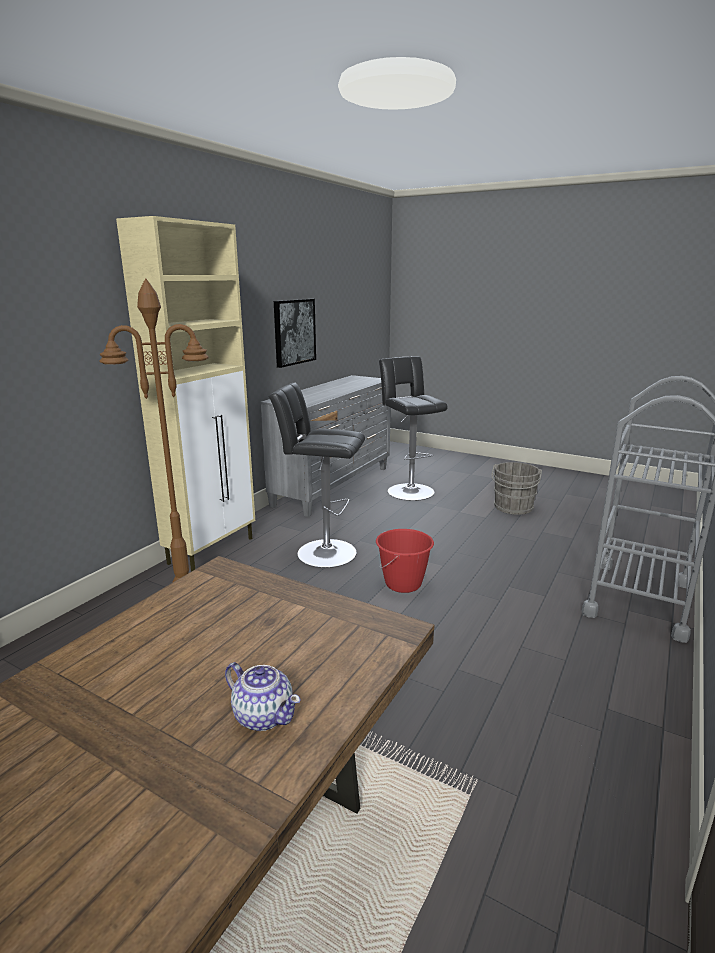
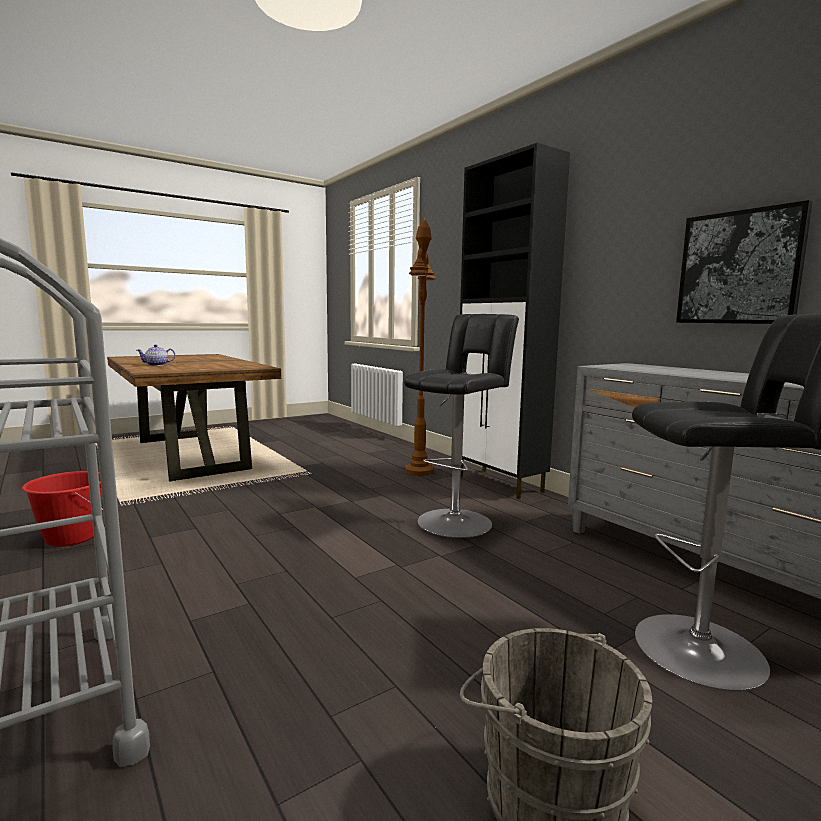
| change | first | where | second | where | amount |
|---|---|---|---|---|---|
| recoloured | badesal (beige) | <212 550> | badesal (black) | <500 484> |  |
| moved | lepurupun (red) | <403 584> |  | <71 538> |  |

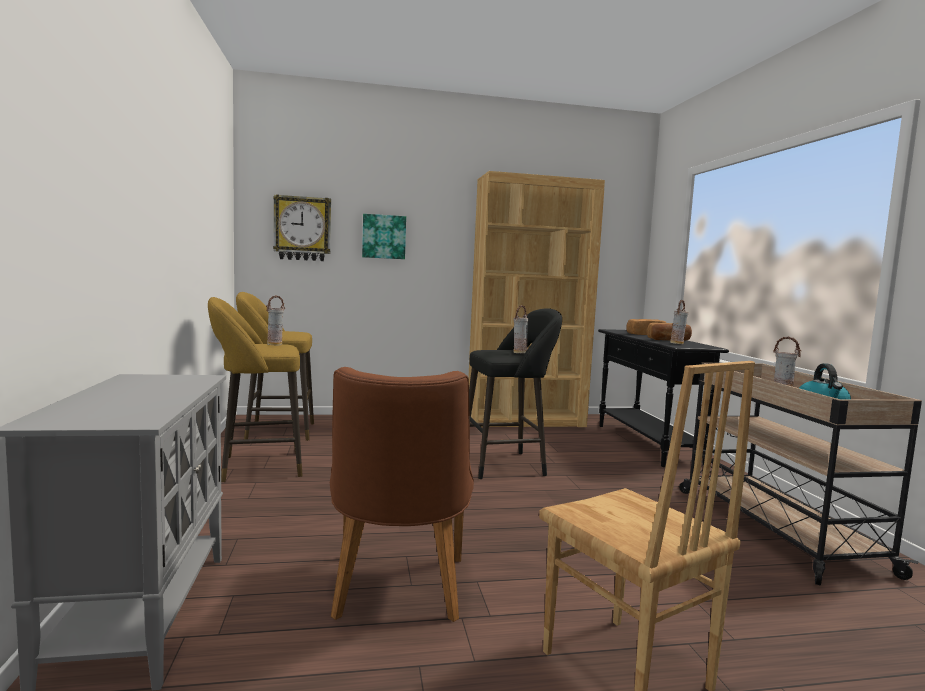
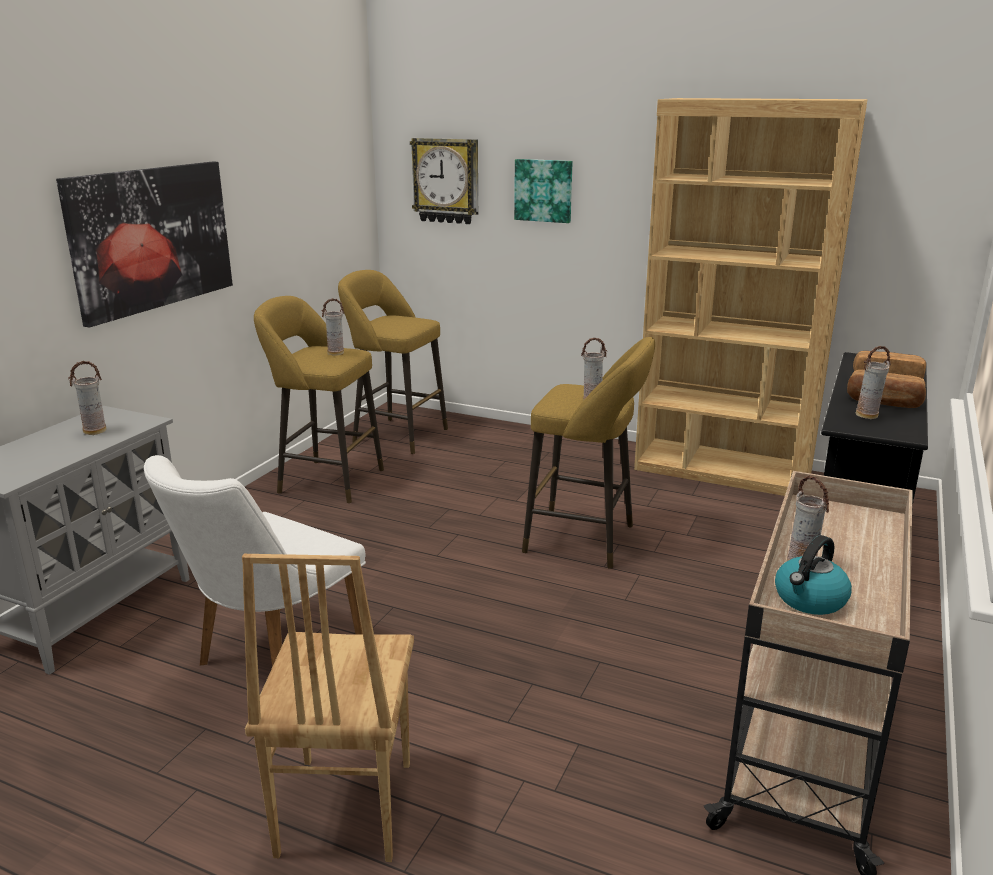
| change | first | where | second | where | amount |
|---|---|---|---|---|---|
| recoloured | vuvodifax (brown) | <397 594> | vuvodifax (white) | <269 660> |  |
| recoloured | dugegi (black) | <507 465> | dugegi (yellow) | <586 540> |  |
| added |  |  | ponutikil | <152 238> |  |
| added |  |  | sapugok | <95 431> |  |

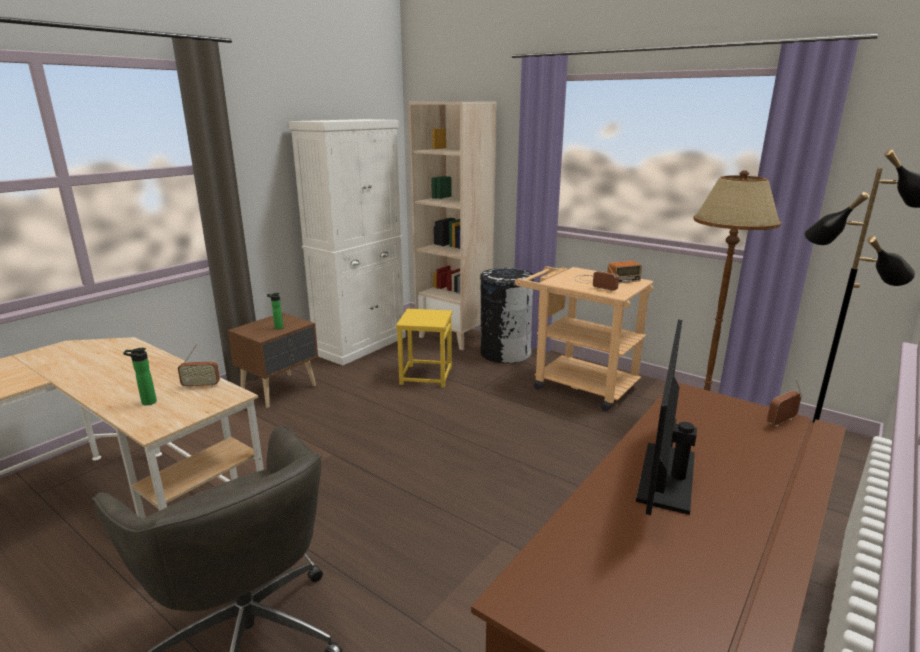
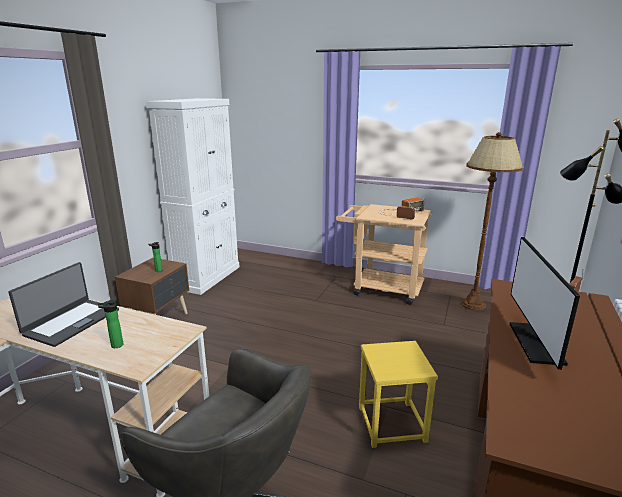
| change | first | where | second | where | amount |
|---|---|---|---|---|---|
| removed | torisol | <201 386> |  |  |  |
| moved | dugegi (yellow) | <425 375> |  | <391 423> |  |
| removed | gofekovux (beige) | <454 336> |  |  |  |
| removed | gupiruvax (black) | <505 353> |  |  |  |
| added |  |  | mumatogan | <71 322> |  |

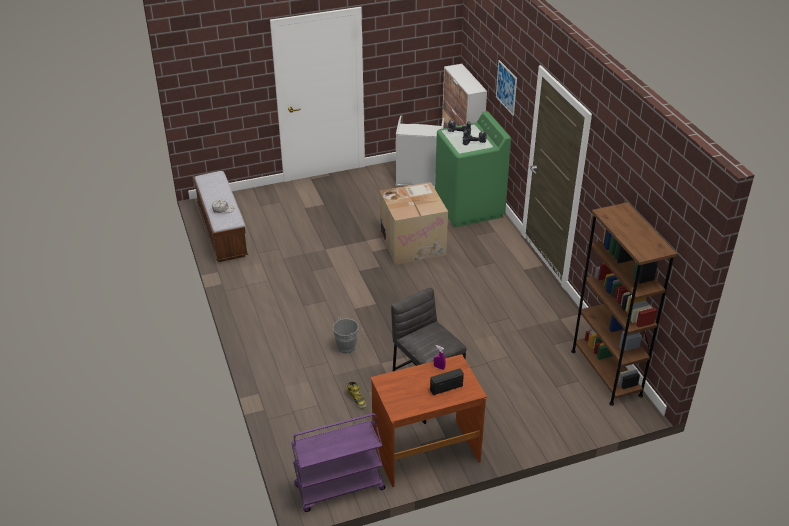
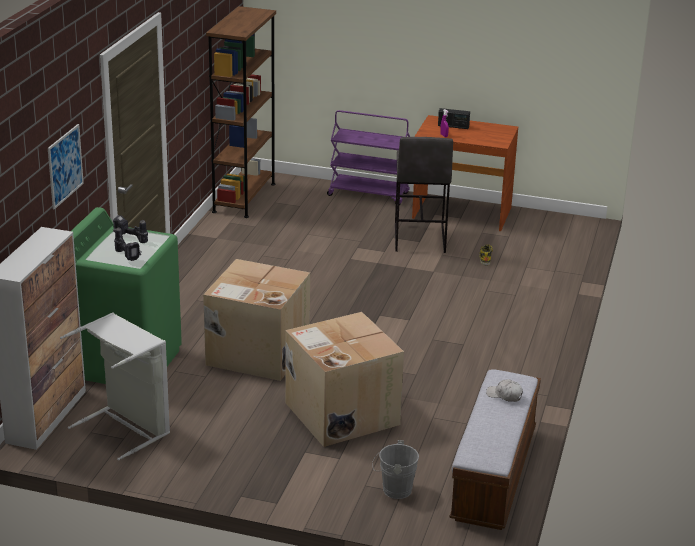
| change | first | where | second | where | amount |
|---|---|---|---|---|---|
| moved | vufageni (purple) | <339 488> |  | <369 194> |  |
| moved | lepurupun (grey) | <348 346> |  | <393 489> |  |
| added |  |  | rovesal | <340 413> |  |

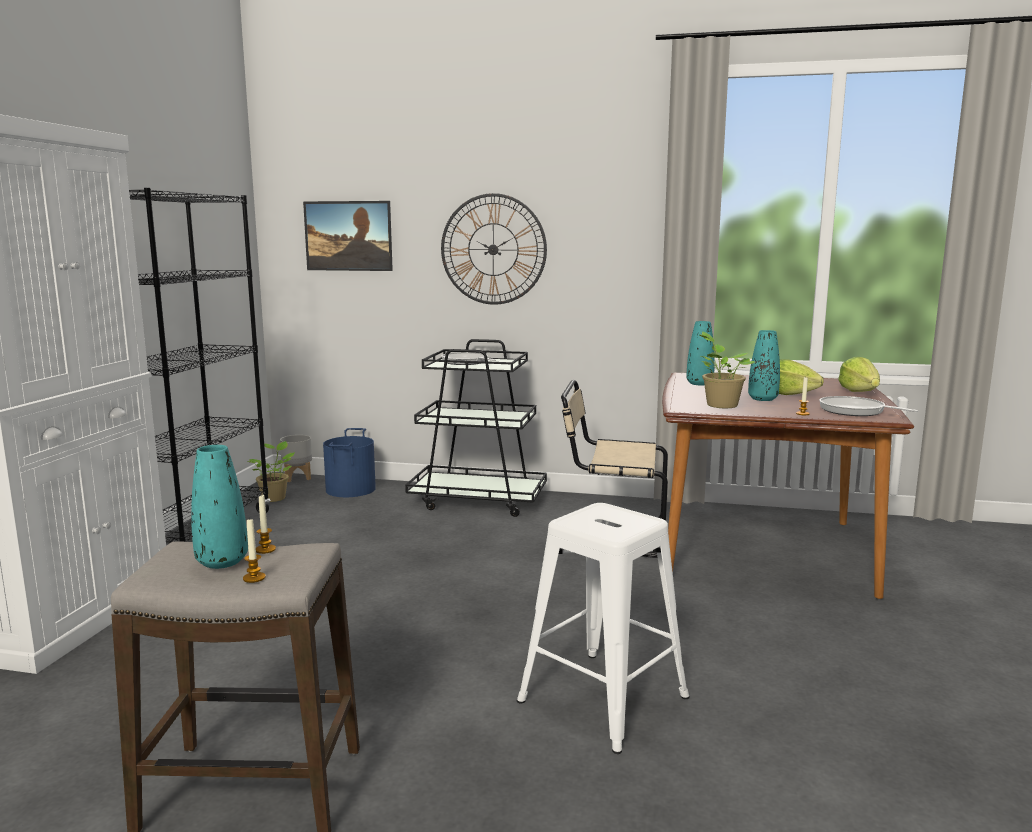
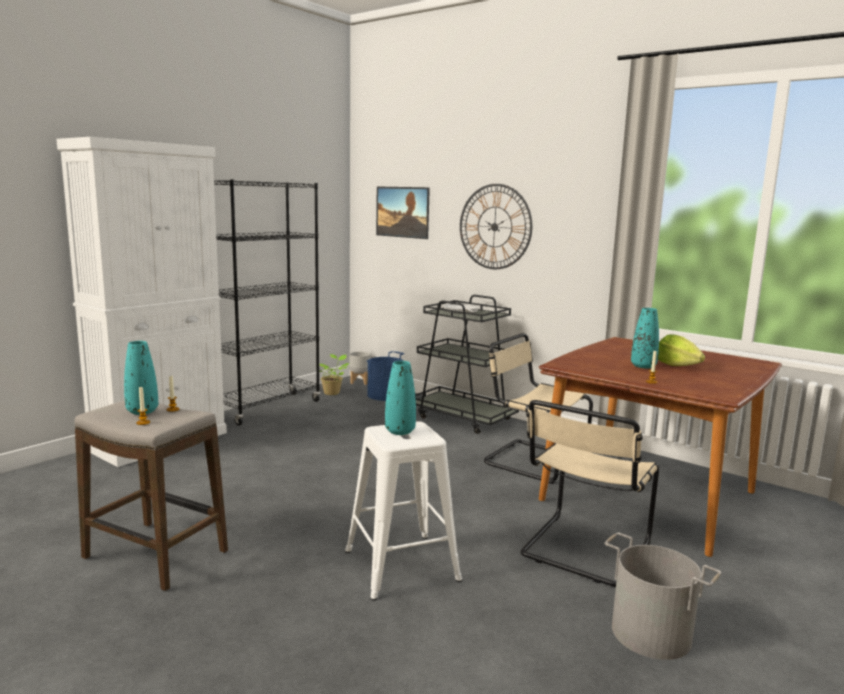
| change | first | where | second | where | amount |
|---|---|---|---|---|---|
| moved | sapugok (turquoise) | <699 383> |  | <400 431> |  |
| removed | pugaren | <720 405> |  |  |  |
| removed | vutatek | <855 411> |  |  |  |
| removed | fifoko | <859 392> |  |  |  |
| added |  |  | vuvodifax (beige) | <583 551> |  |
| added |  |  | lepurupun (grey) | <650 634> |  |

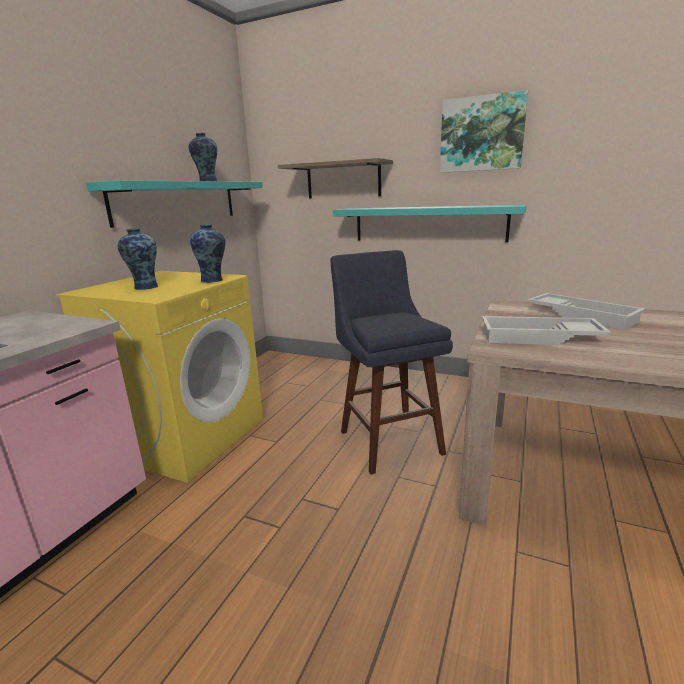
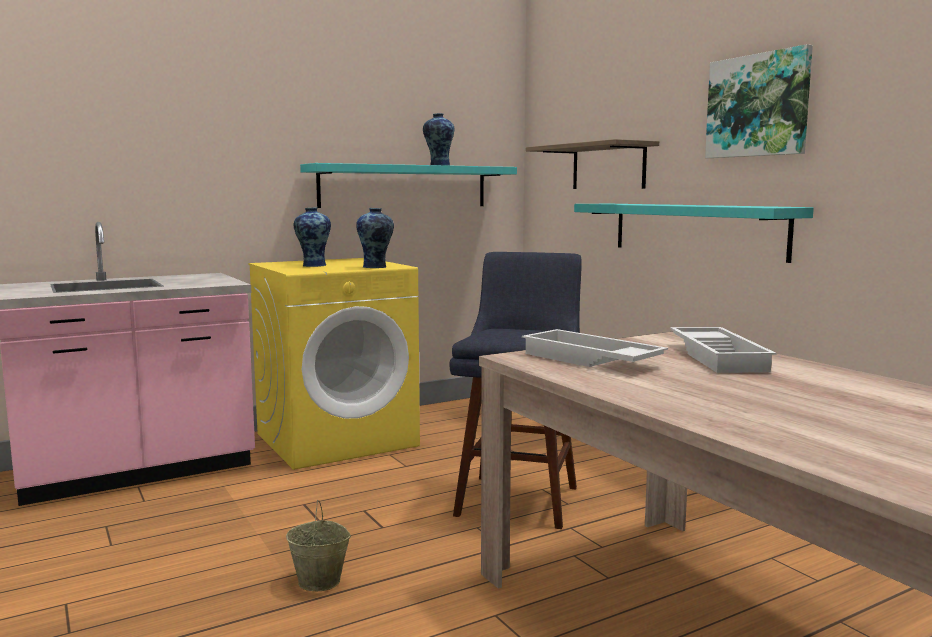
| change | first | where | second | where | amount |
|---|---|---|---|---|---|
| added |  |  | lepurupun (beige) | <320 581> |  |

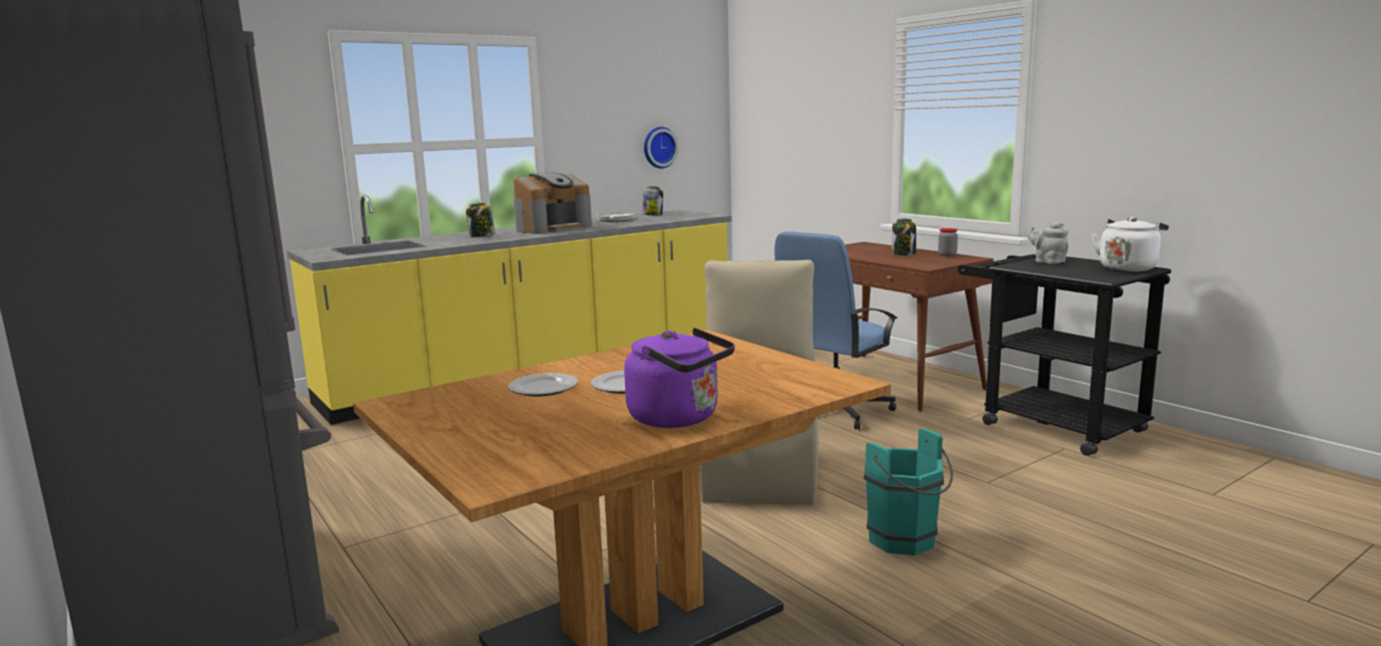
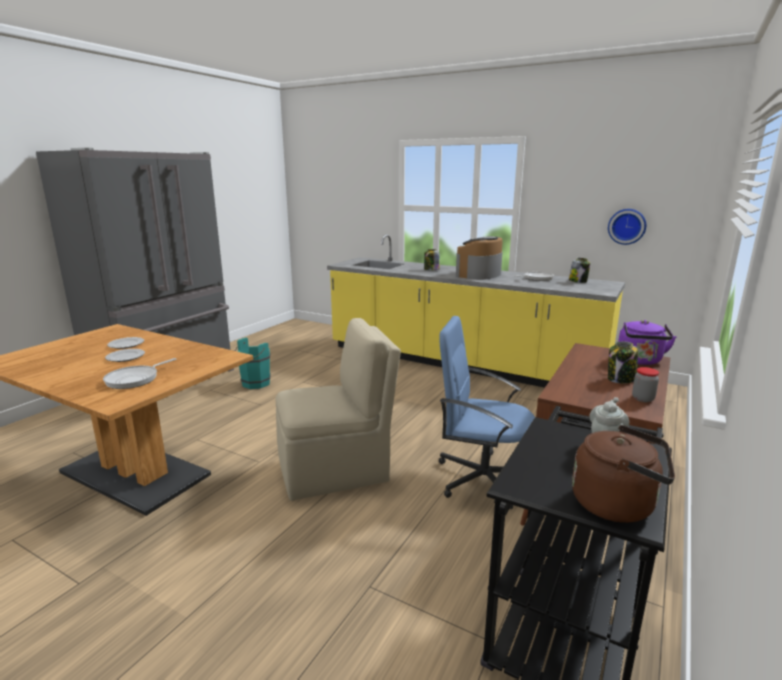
| change | first | where | second | where | amount |
|---|---|---|---|---|---|
| turned | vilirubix | <553 228> |  | <479 274> | 105 degrees clockwise |
| moved | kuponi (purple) | <679 418> |  | <640 361> |  |
| moved | lepurupun (turquoise) | <905 541> |  | <254 384> |  |
| recoloured | kuponi (white) | <1128 268> | kuponi (brown) | <617 504> |  |
| added |  |  | vutatek | <135 379> |  |

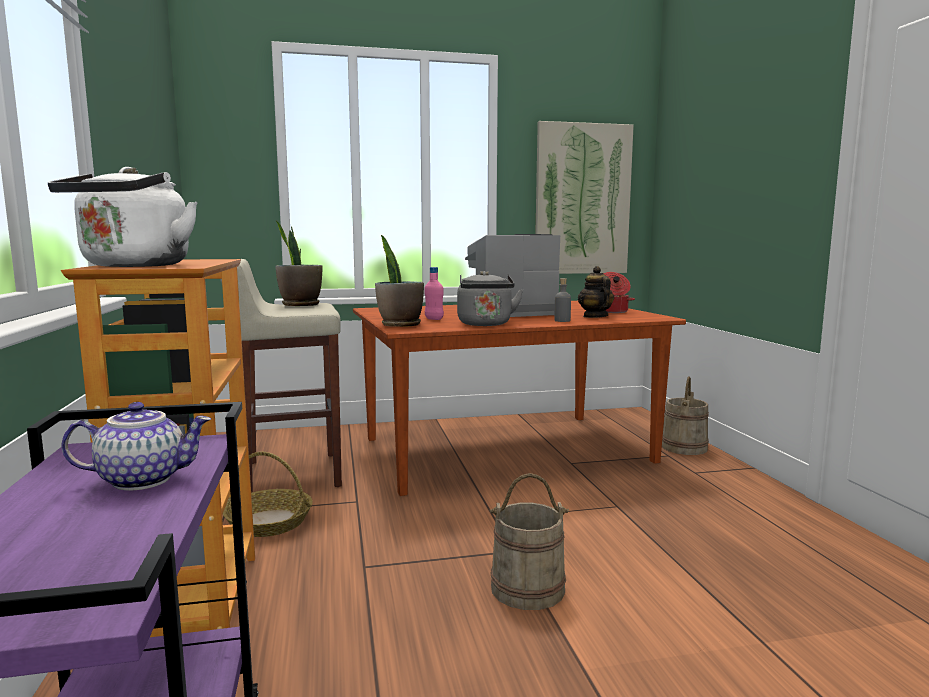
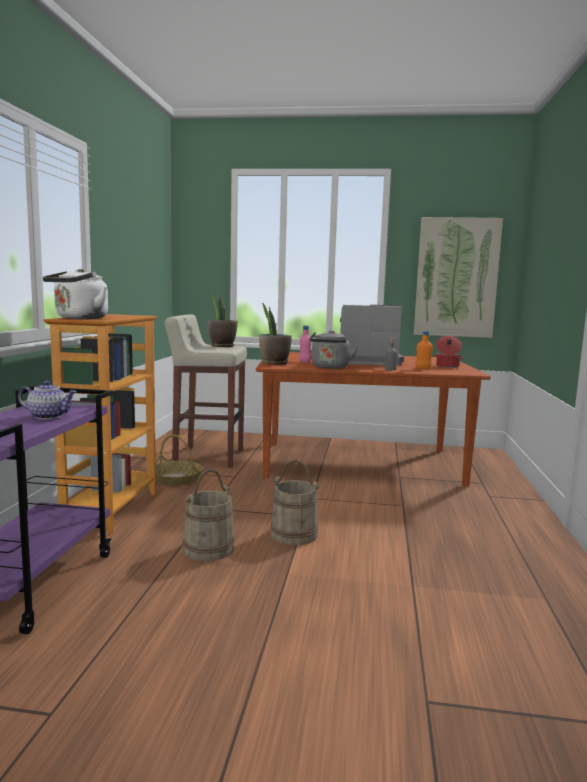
| change | first | where | second | where | amount |
|---|---|---|---|---|---|
| replaced | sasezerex | <595 316> | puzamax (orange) | <423 368> |  |
| moved | lepurupun (beige) | <683 447> |  | <208 549> |  |

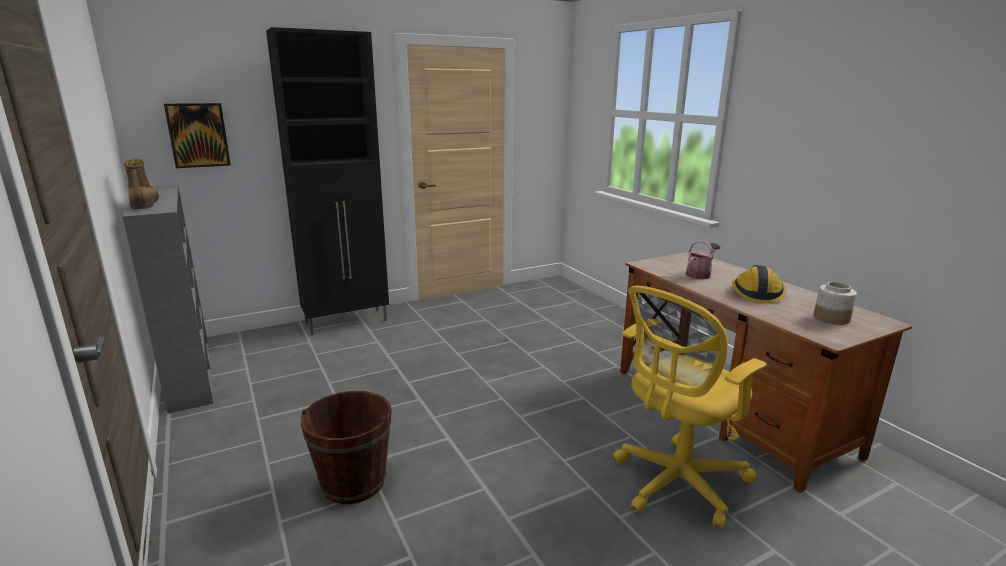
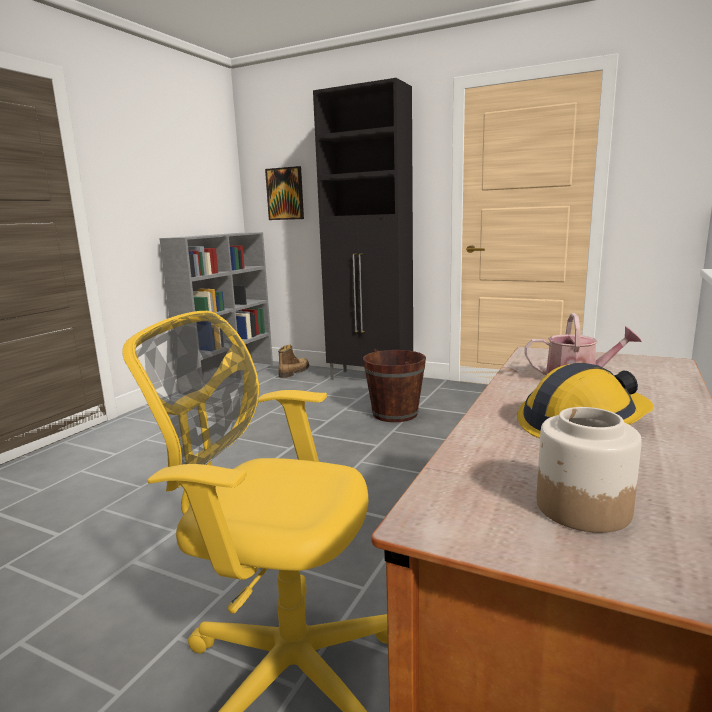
| change | first | where | second | where | amount |
|---|---|---|---|---|---|
| moved | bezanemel | <144 203> |  | <293 372> |  |
| moved | lepurupun (brown) | <353 482> |  | <395 414> |  |

